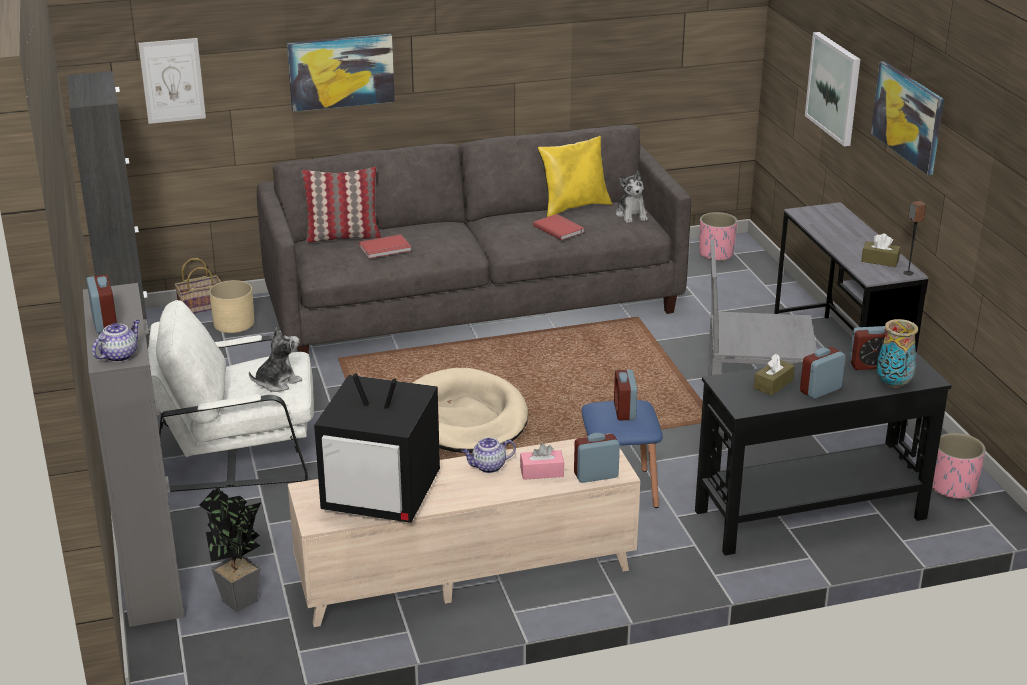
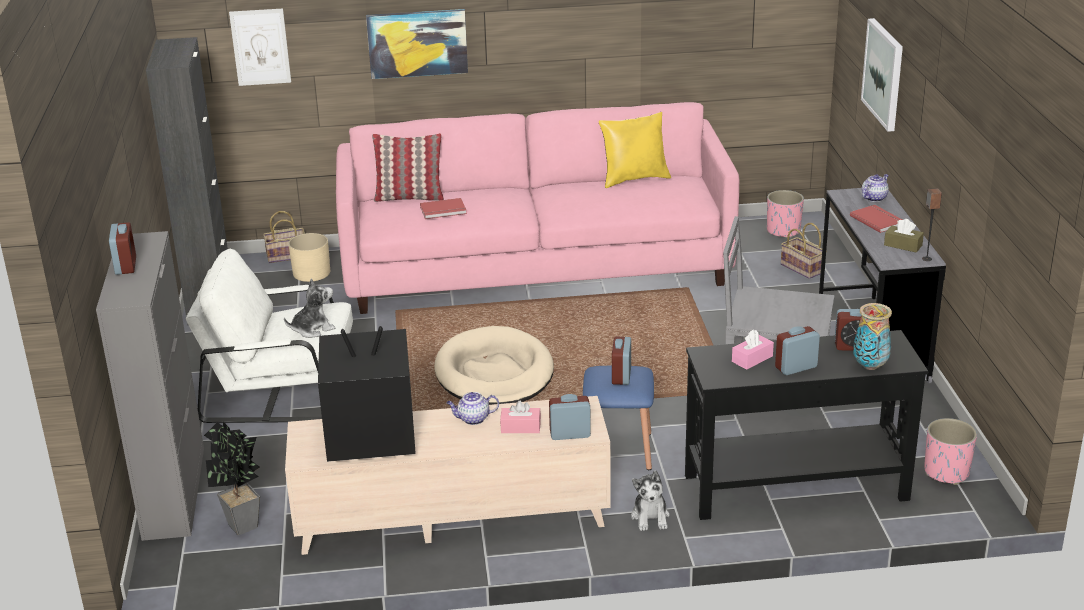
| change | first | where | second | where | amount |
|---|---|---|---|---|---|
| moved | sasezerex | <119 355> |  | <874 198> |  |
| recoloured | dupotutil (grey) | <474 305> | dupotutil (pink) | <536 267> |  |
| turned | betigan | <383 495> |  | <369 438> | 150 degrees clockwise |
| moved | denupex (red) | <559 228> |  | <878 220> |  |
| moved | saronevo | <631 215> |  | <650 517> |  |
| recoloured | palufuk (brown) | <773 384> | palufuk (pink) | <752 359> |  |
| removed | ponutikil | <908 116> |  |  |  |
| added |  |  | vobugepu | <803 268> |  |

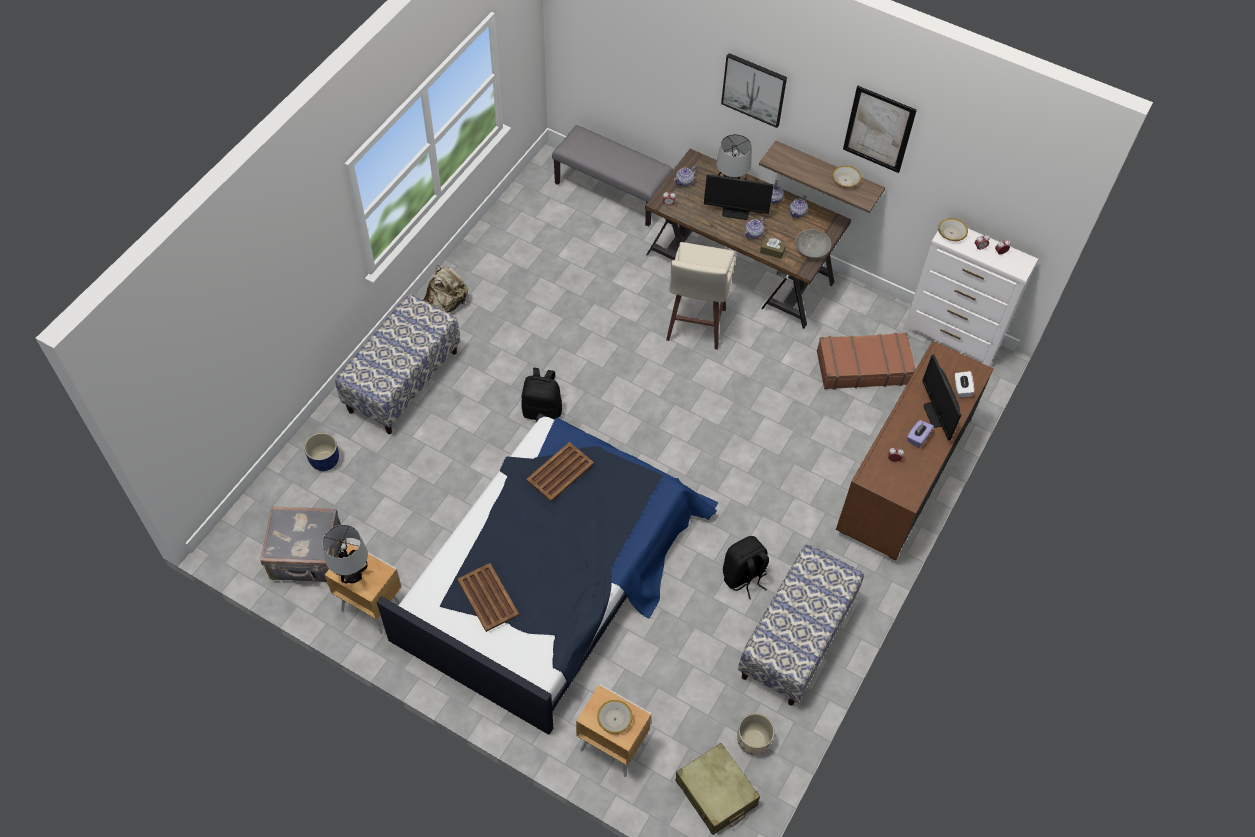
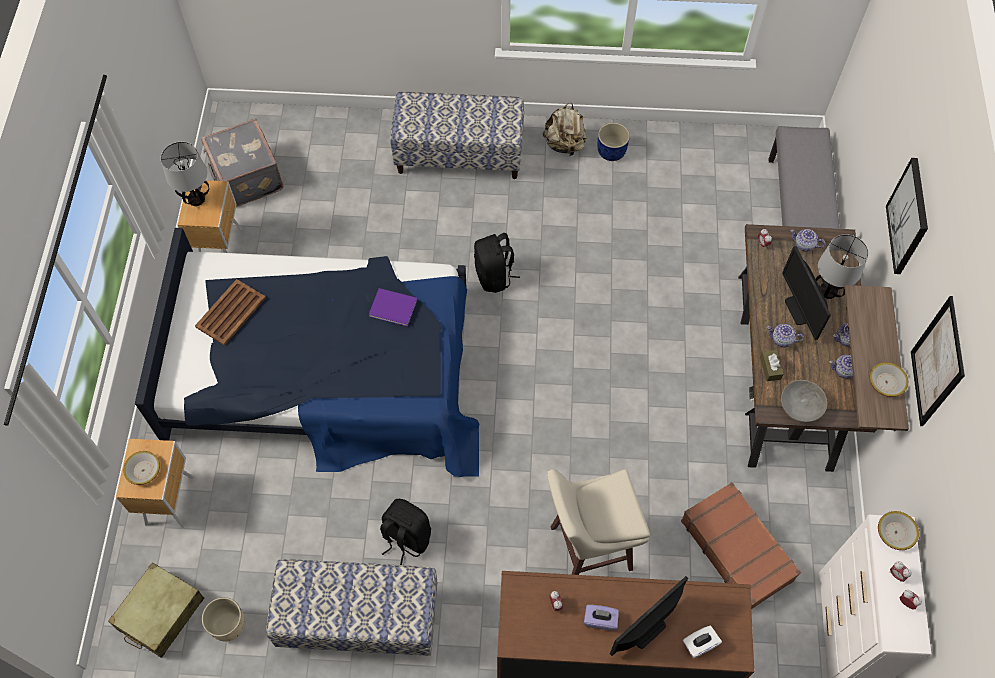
| change | first | where | second | where | amount |
|---|---|---|---|---|---|
| moved | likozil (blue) | <324 460> |  | <611 151> |  |
| replaced | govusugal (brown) | <559 472> | denupex (purple) | <392 306> |  |
| moved | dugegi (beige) | <695 326> |  | <588 548> |  |

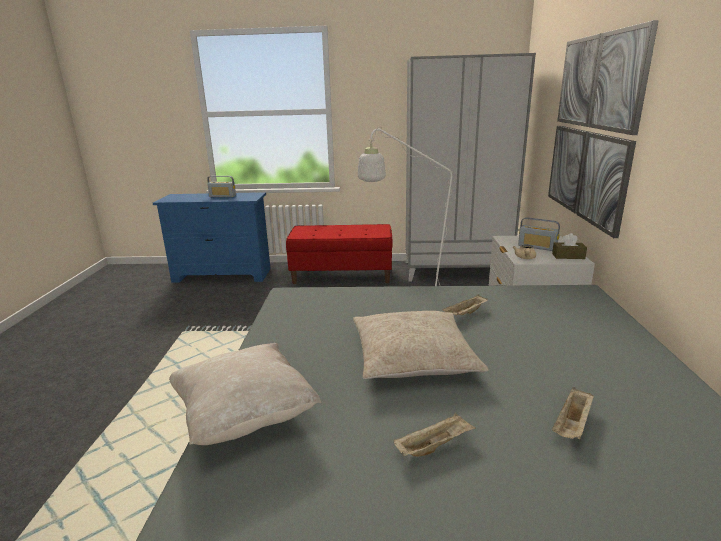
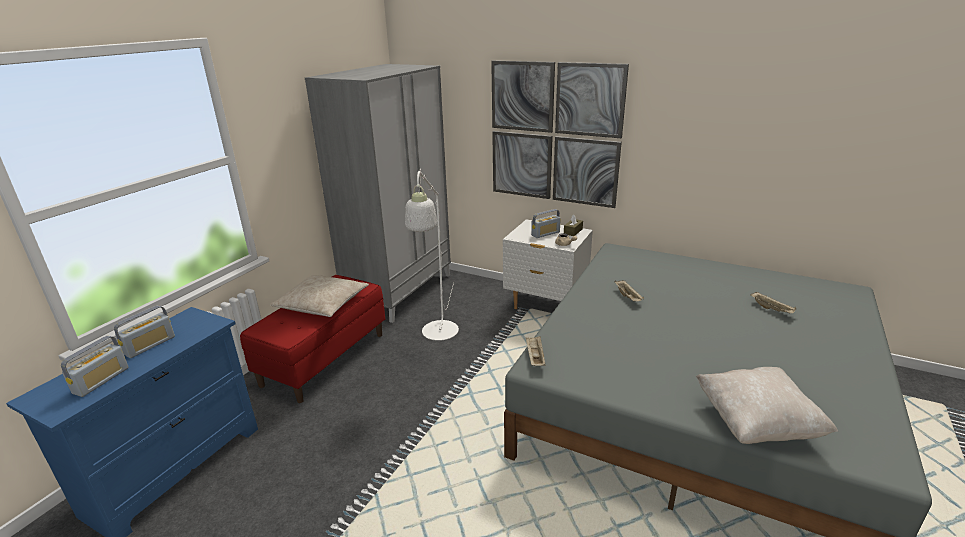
| change | first | where | second | where | amount |
|---|---|---|---|---|---|
| moved | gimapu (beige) | <413 357> |  | <322 304> |  |
| moved | govusugal (beige) | <434 446> |  | <535 357> |  |
| added |  |  | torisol | <101 380> |  |

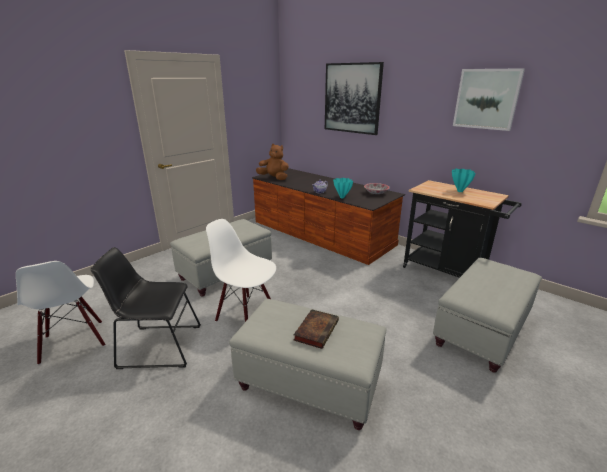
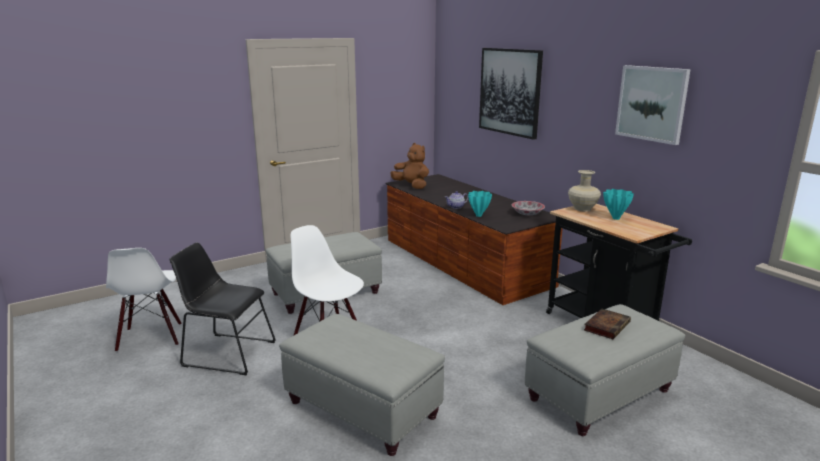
| change | first | where | second | where | amount |
|---|---|---|---|---|---|
| moved | denupex | <316 330> |  | <607 326> |  |
| added |  |  | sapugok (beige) | <583 209> |  |

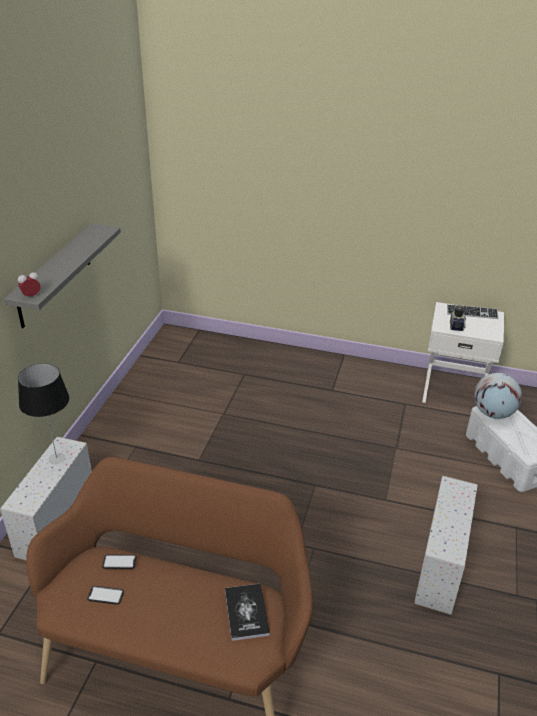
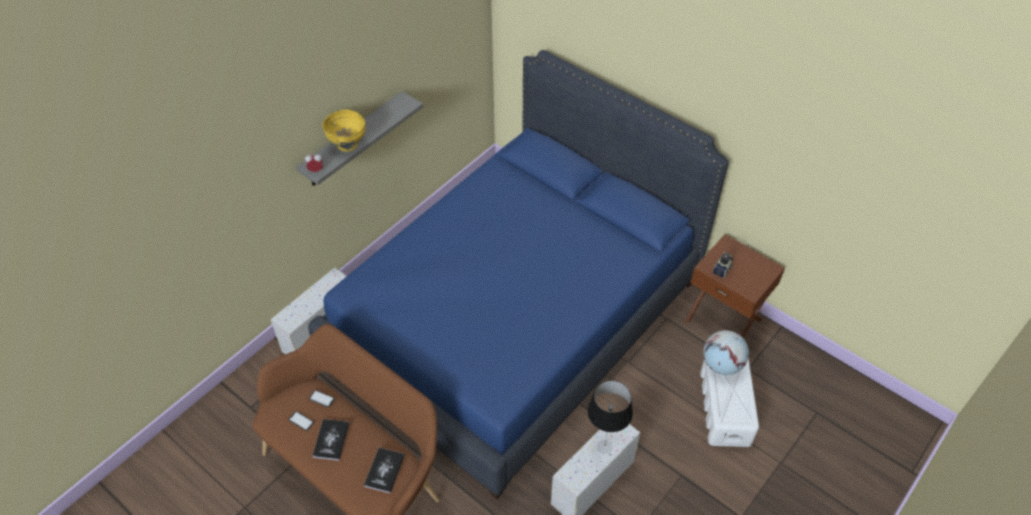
| change | first | where | second | where | amount |
|---|---|---|---|---|---|
| moved | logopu | <57 458> |  | <604 446> |  |
| recoloured | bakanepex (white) | <453 390> | bakanepex (brown) | <724 320> |  |
| removed | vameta | <472 313> |  |  |  |
| added |  |  | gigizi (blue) | <516 320> |  |
| added |  |  | denupex | <331 440> |  |
| added |  |  | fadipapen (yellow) | <347 145> |  |

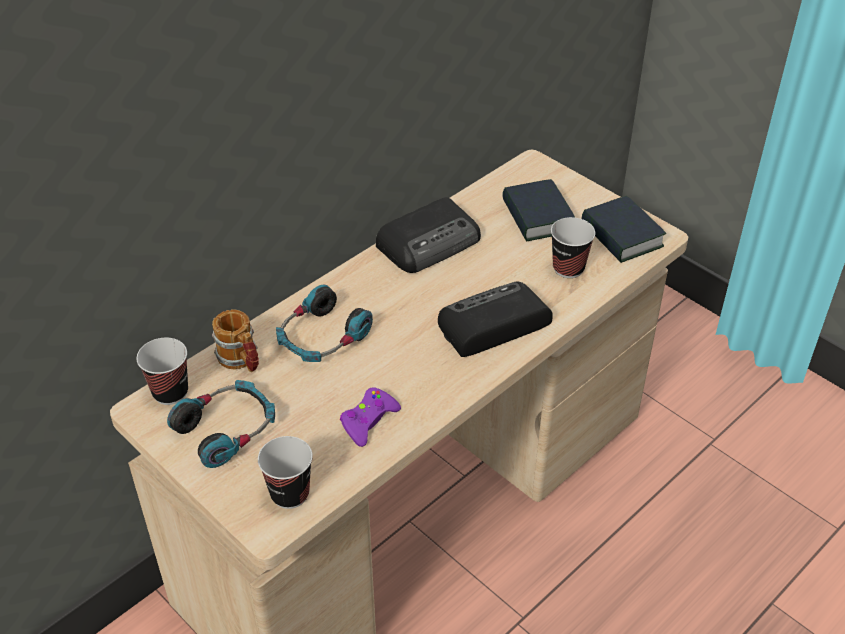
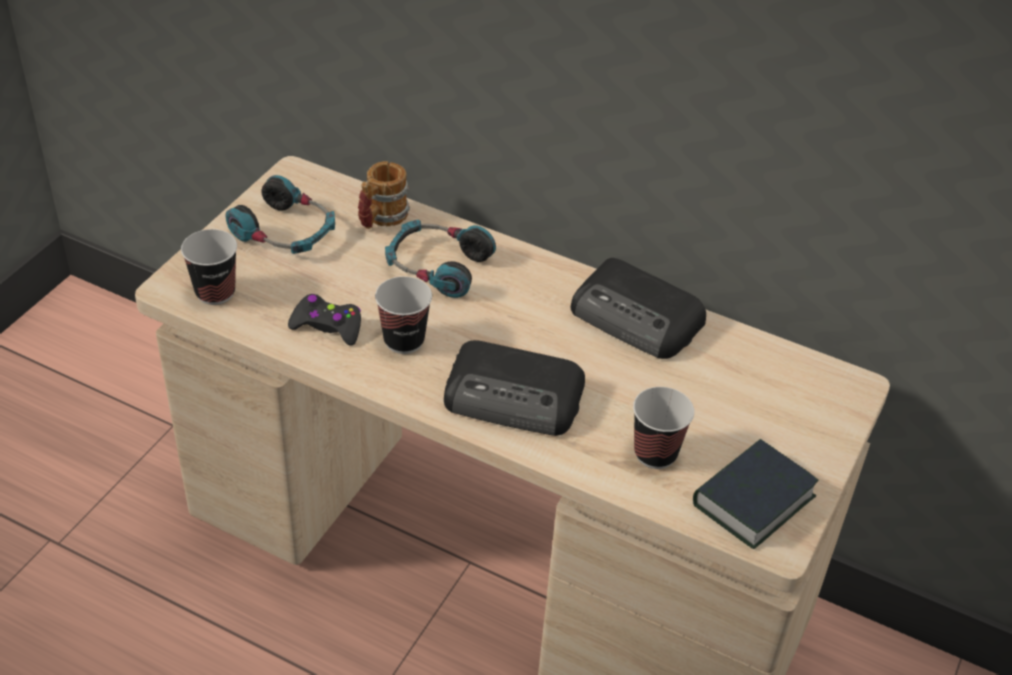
| change | first | where | second | where | amount |
|---|---|---|---|---|---|
| moved | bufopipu | <170 392> |  | <404 340> |  |
| recoloured | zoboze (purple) | <368 421> | zoboze (black) | <327 326> |  |
| turned | torisol | <492 325> |  | <515 397> | 150 degrees clockwise |
| removed | denupex | <537 217> |  |  |  |

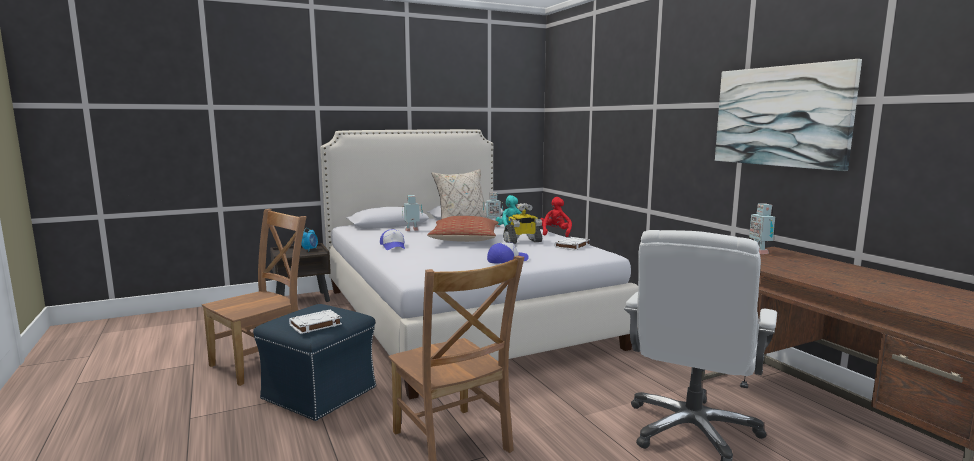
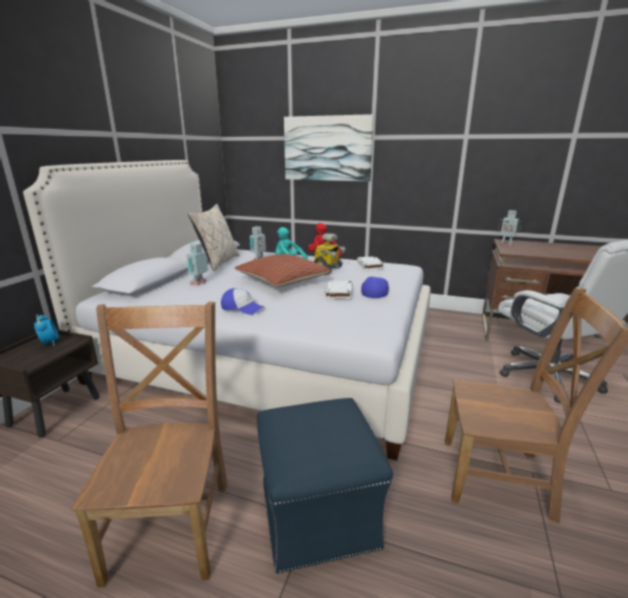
| change | first | where | second | where | amount |
|---|---|---|---|---|---|
| moved | denupex (white) | <315 325> |  | <339 292> |  |
| moved | ponutikil | <780 116> |  | <327 148> |  |

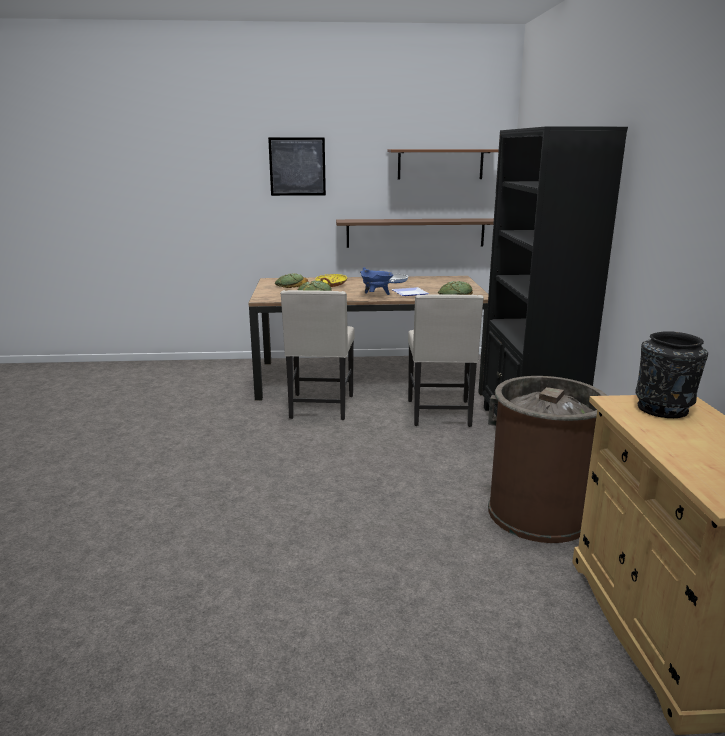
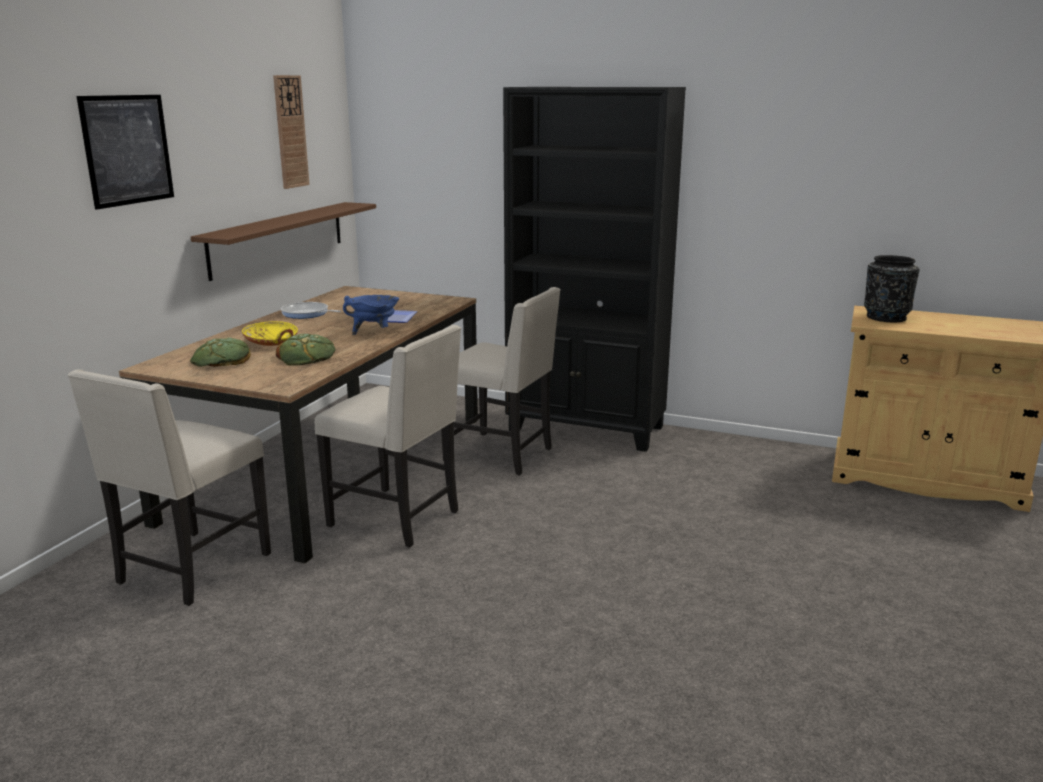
| change | first | where | second | where | amount |
|---|---|---|---|---|---|
| replaced | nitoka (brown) | <440 164> | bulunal | <290 132> |  |
| removed | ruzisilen | <455 294> |  |  |  |
| removed | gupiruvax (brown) | <538 513> |  |  |  |
| added |  |  | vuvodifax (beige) | <191 569> |  |

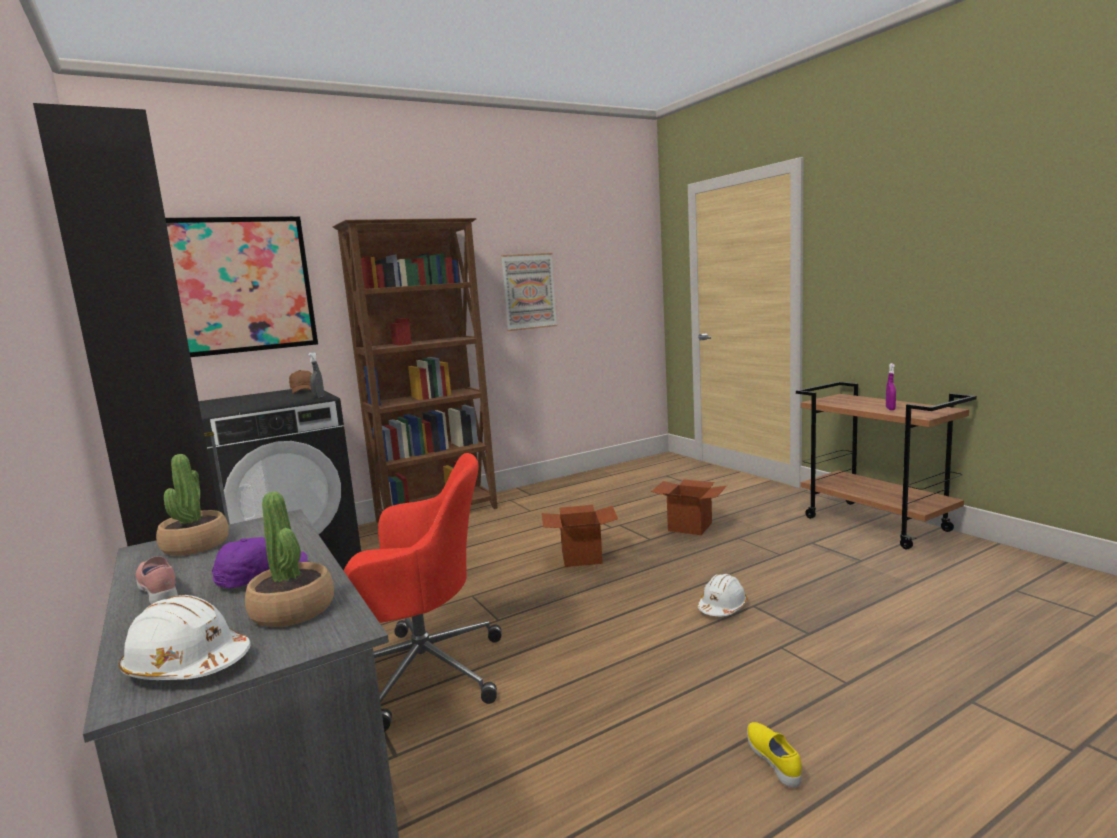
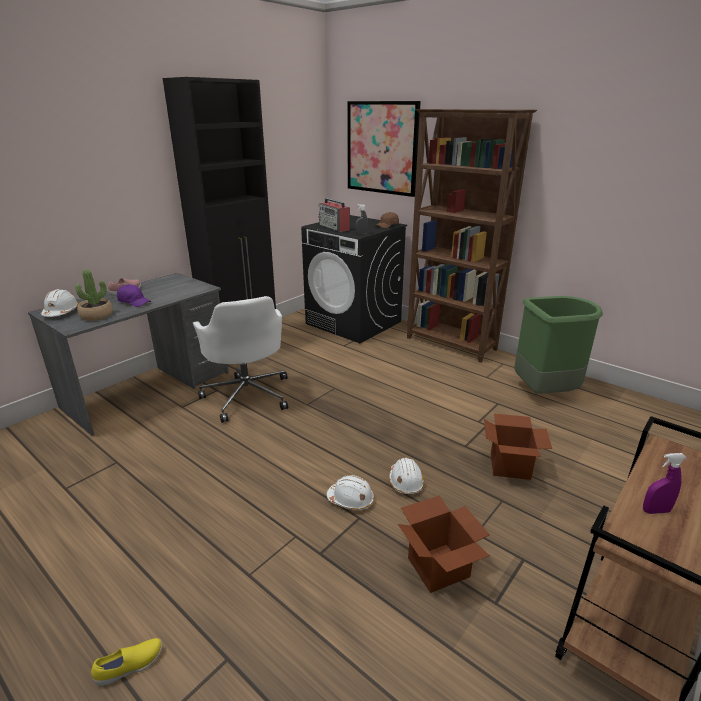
| change | first | where | second | where | amount |
|---|---|---|---|---|---|
| removed | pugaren | <195 545> |  |  |  |
| recoloured | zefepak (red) | <422 673> | zefepak (white) | <247 395> |  |
| removed | ponutikil | <529 291> |  |  |  |
| moved | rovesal | <582 557> |  | <438 568> |  |
| moved | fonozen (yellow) | <774 761> |  | <131 667> |  |
| added |  |  | torisol | <334 227> |  |
| added |  |  | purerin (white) | <405 482> |  |
| added |  |  | gupiruvax (green) | <545 392> |  |

